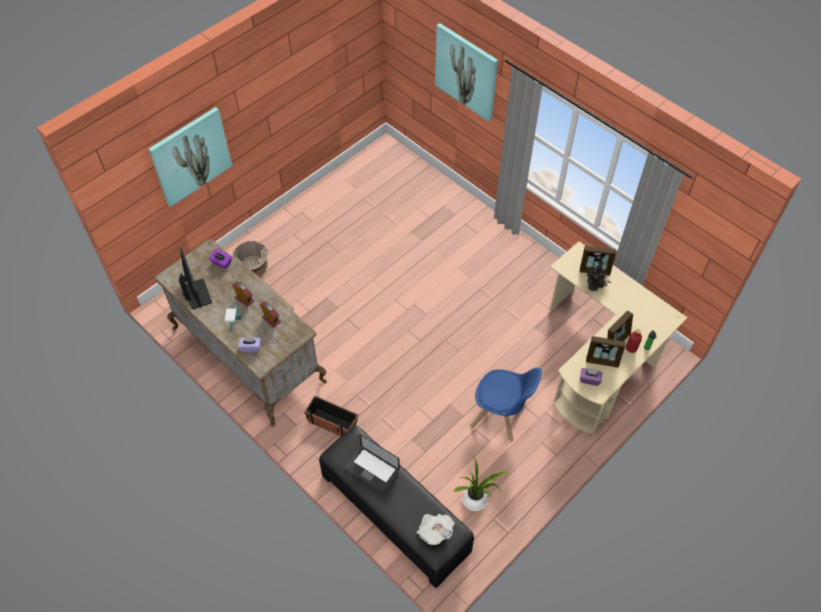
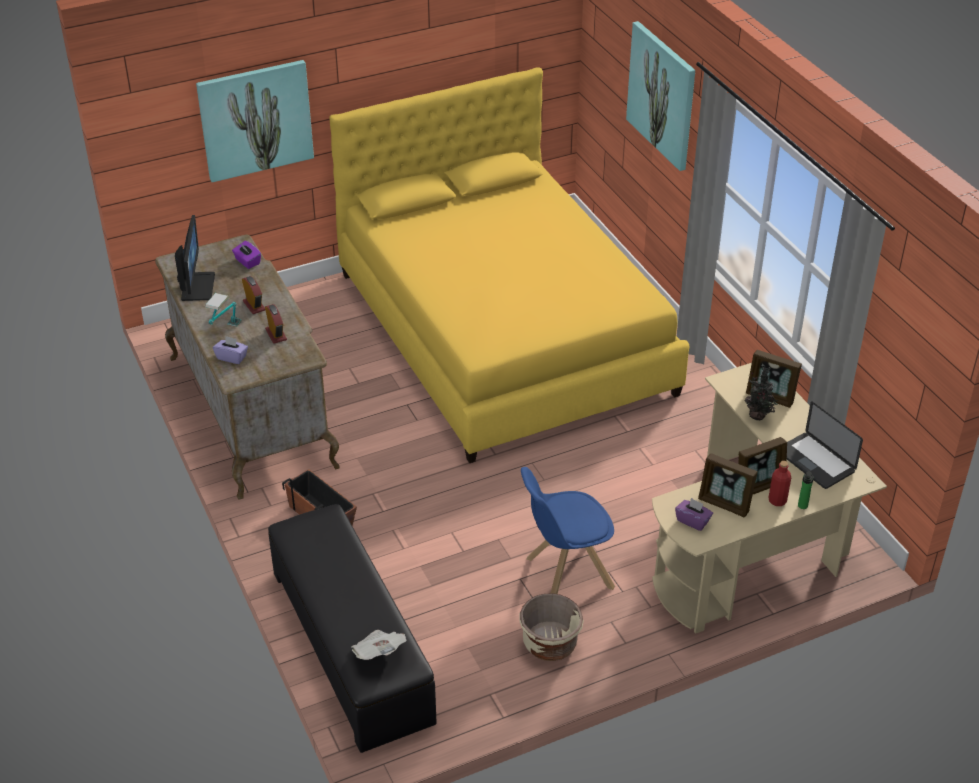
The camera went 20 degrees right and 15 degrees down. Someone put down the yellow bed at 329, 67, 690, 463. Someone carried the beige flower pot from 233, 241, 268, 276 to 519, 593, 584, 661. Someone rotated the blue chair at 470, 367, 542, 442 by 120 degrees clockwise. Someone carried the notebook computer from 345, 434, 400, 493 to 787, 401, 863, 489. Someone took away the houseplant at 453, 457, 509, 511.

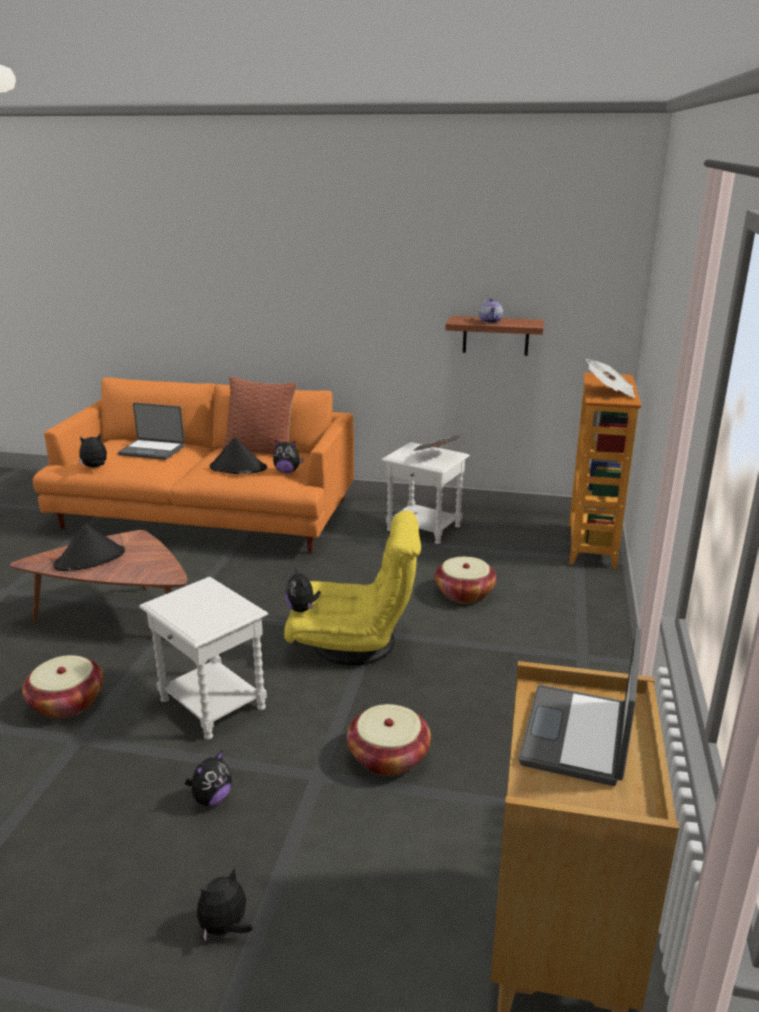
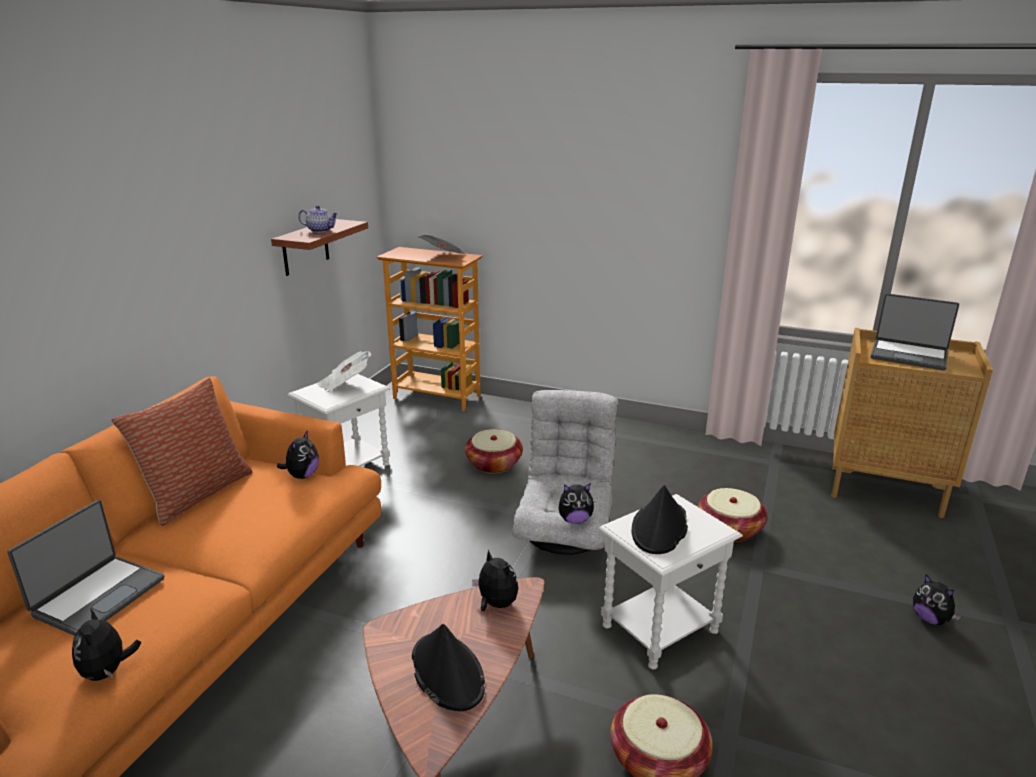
The camera went 80 degrees left and 0 degrees up. Someone carried the cuddly toy from 185, 750, 232, 806 to 472, 549, 518, 611. Someone repainted the yellow lounge chair at 284, 510, 421, 665, which became the greyish lounge chair at 512, 390, 619, 555. Someone carried the blackish hat from 210, 437, 267, 474 to 632, 485, 688, 554.

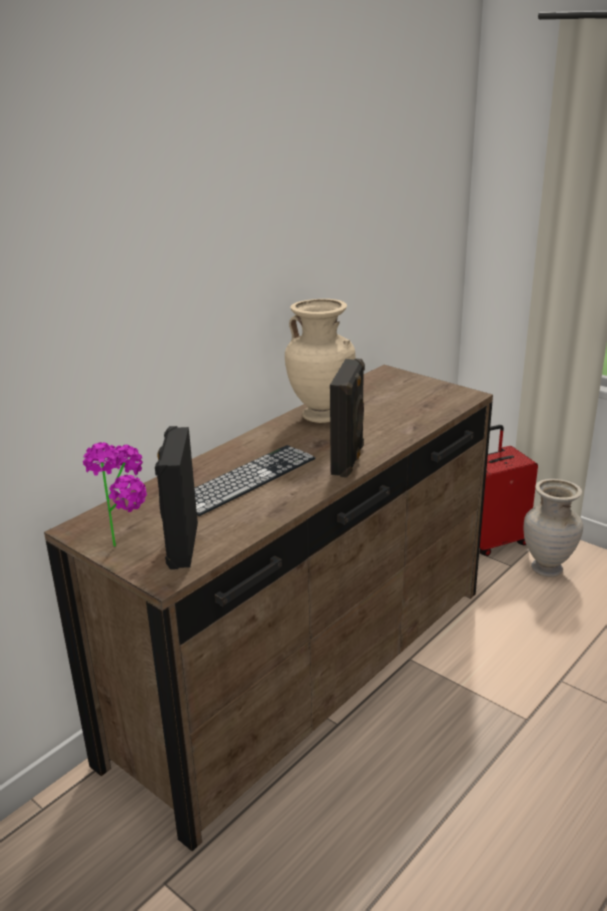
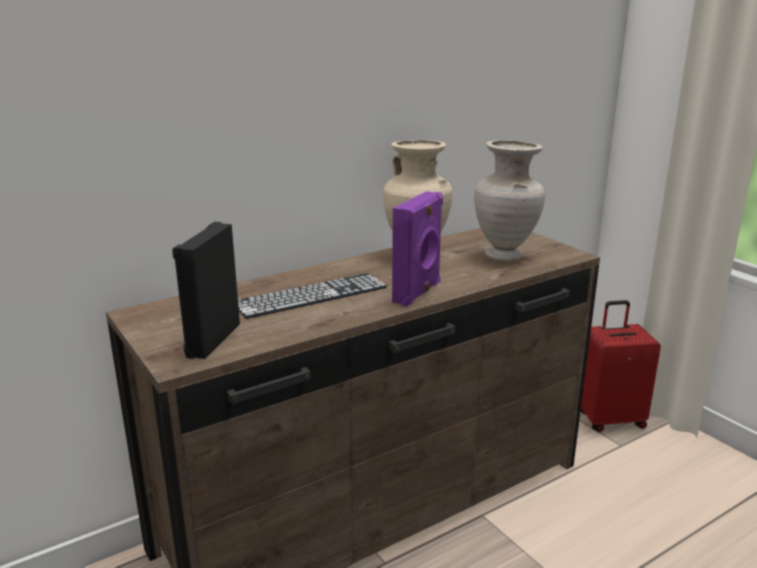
The camera went 15 degrees right and 5 degrees down. Someone repainted the blackish audio speaker at 330, 358, 365, 478, which became the purple-coloured audio speaker at 392, 191, 443, 307. Someone carried the beige decorative vase from 524, 479, 583, 577 to 474, 140, 545, 262. Someone took away the houseplant at 83, 442, 147, 547.

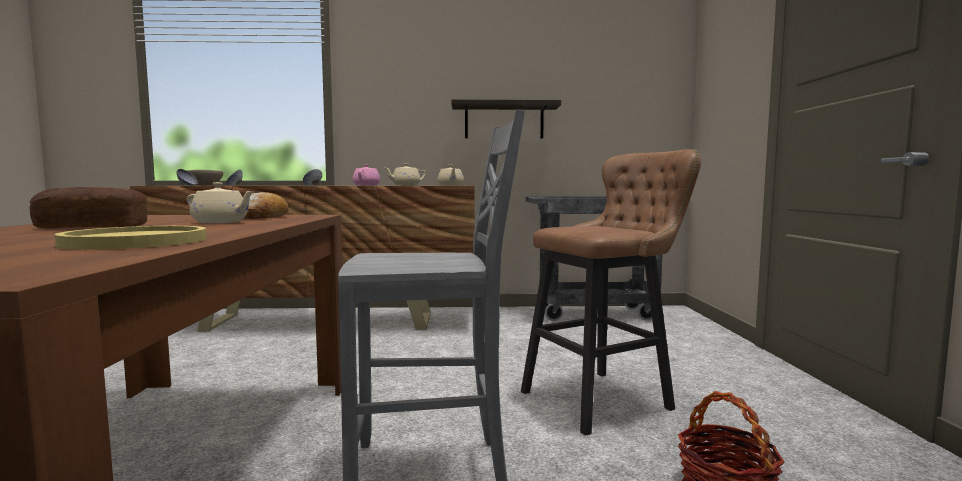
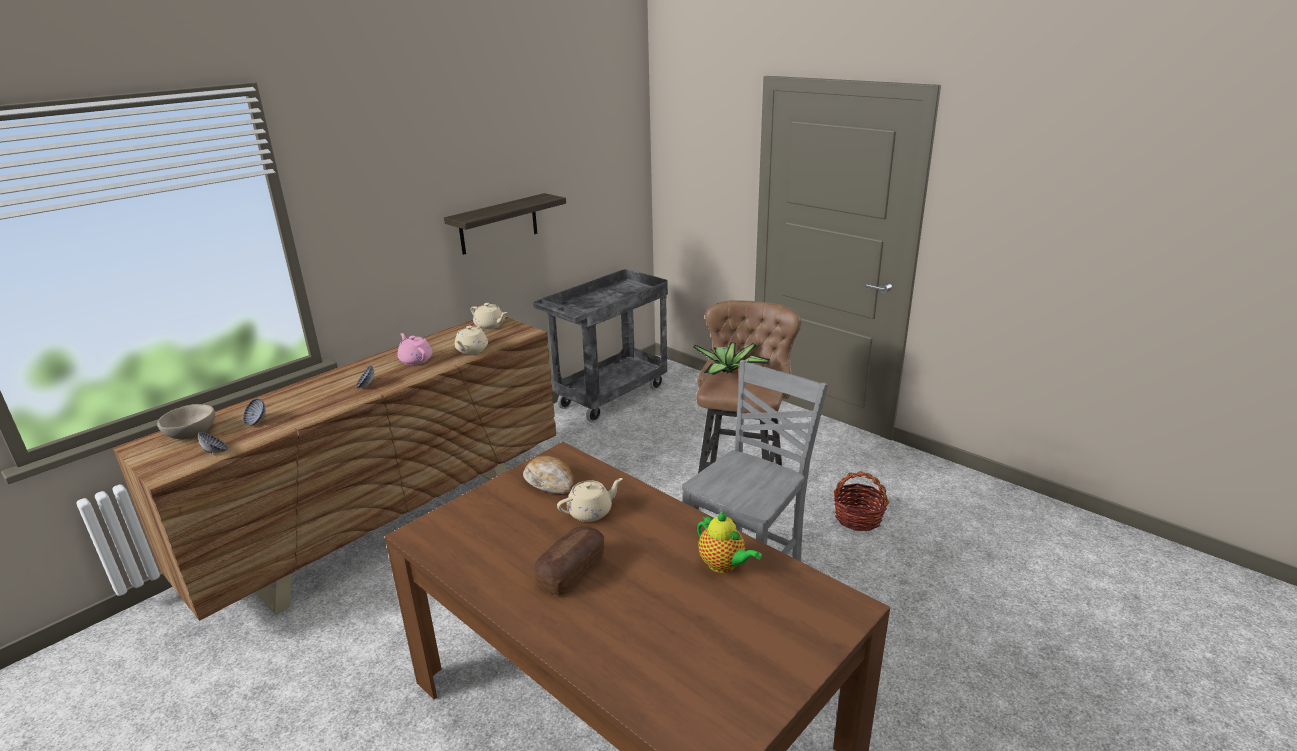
The camera went 45 degrees left and 20 degrees up. Someone put down the houseplant at 693, 342, 770, 375. Someone swapped the yellow flat dish at 55, 226, 206, 250 for the tea pot at 697, 512, 762, 573.

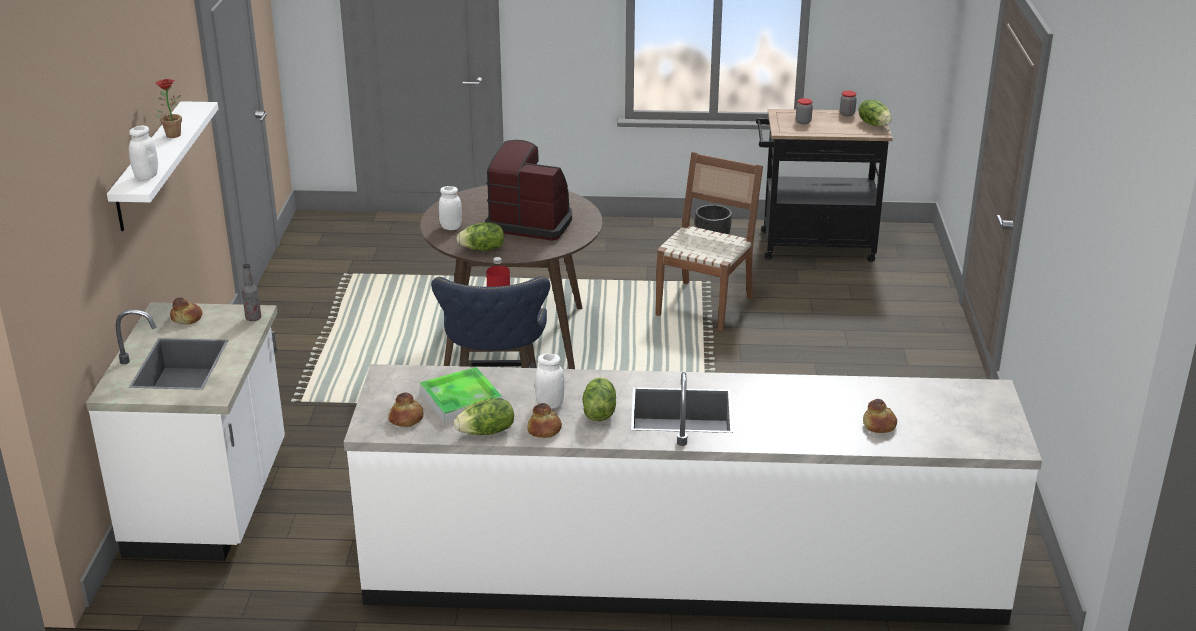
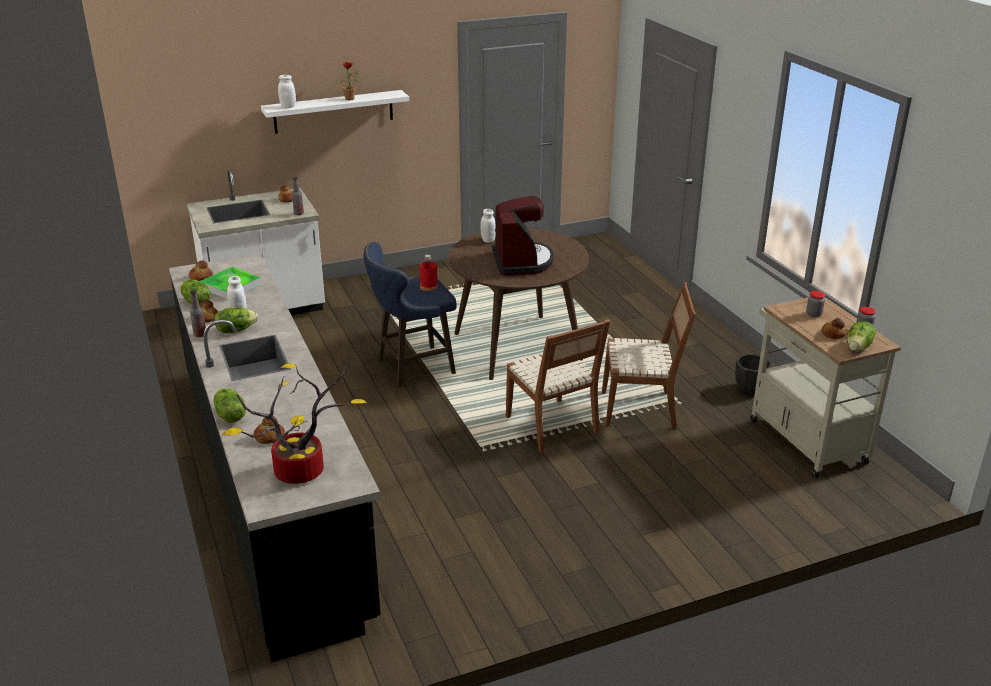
The camera went 65 degrees right and 0 degrees up. Someone repainted the white-coloured kitchen counter at 344, 364, 1042, 625, which became the blackish kitchen counter at 169, 254, 381, 662. Someone put down the beverage bottle at 190, 290, 206, 337. Someone carried the lettuce head from 456, 222, 504, 251 to 214, 388, 246, 423. Someone put down the houseplant at 222, 362, 367, 484. Someone put down the chair at 506, 319, 610, 453. Someone repainted the blackish wheeled cart at 756, 109, 893, 262, which became the beige wheeled cart at 750, 297, 901, 478. Someone put down the bread at 822, 318, 847, 339.

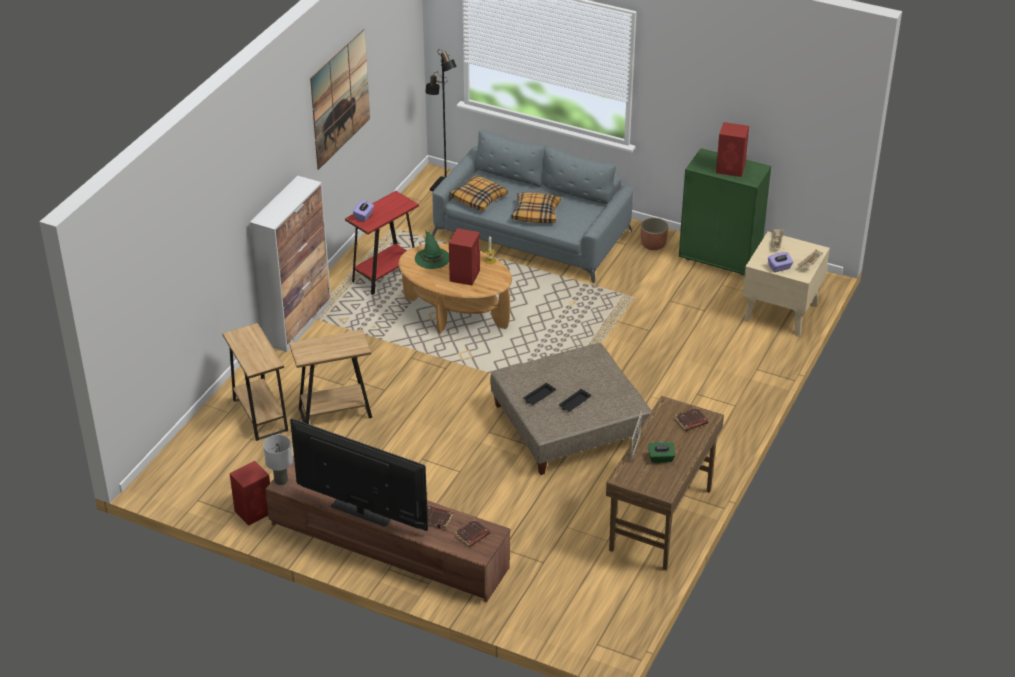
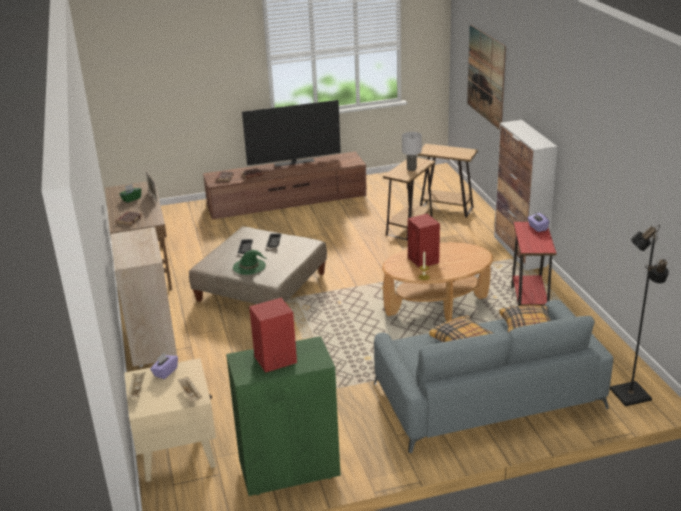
The camera went 140 degrees right and 10 degrees down. Someone put down the beige storage cabinet at 111, 227, 177, 367. Someone carried the green-coloured hat from 415, 231, 449, 269 to 233, 250, 267, 275. Someone carried the white-coloured table lamp from 263, 435, 293, 485 to 402, 132, 422, 171. Someone carried the wall art from 310, 29, 370, 170 to 467, 25, 506, 130. Someone took away the reddish audio speaker at 230, 461, 270, 526. Someone took away the flower pot at 641, 218, 668, 250.

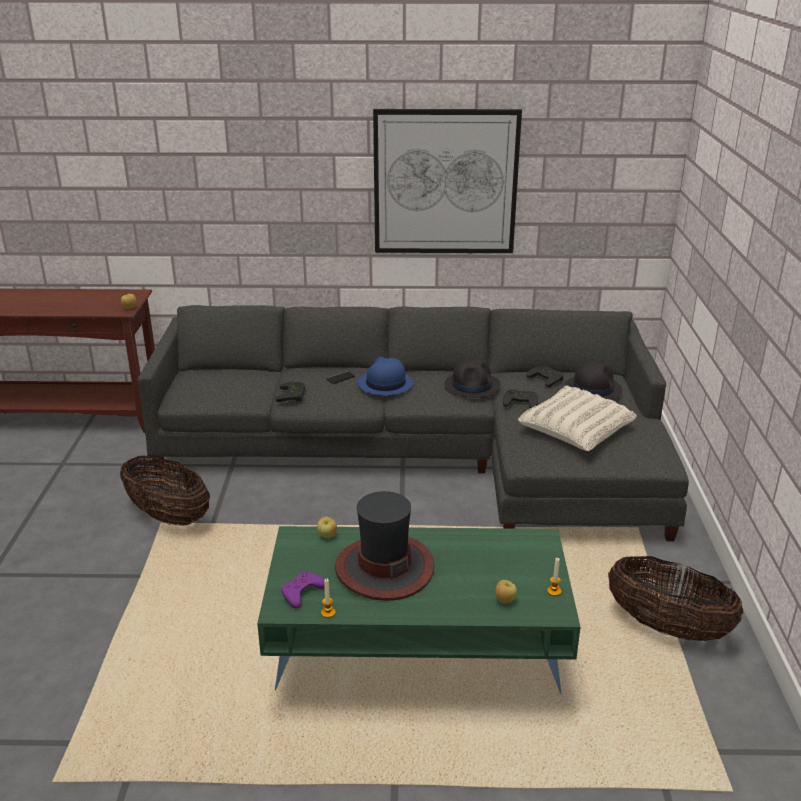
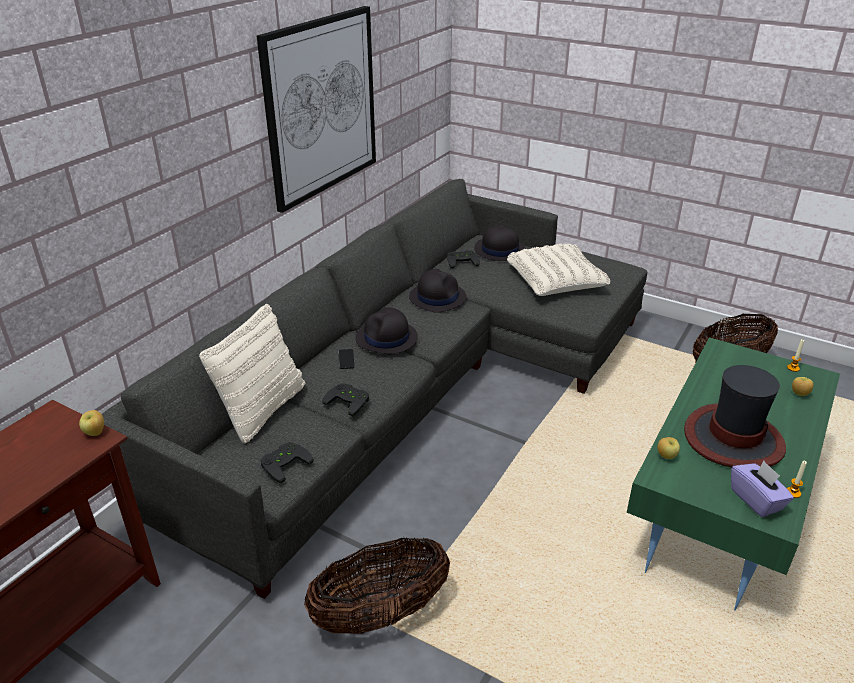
The camera went 60 degrees left and 5 degrees up. Someone put down the beige cushion at 199, 304, 306, 443. Someone carried the blackish game controller from 503, 389, 538, 408 to 260, 442, 314, 483. Someone repainted the blue hat at 358, 357, 413, 396, which became the blackish hat at 355, 307, 418, 354. Someone swapped the purple-coloured game controller at 282, 572, 325, 609 for the purple-coloured tissue holder at 731, 461, 794, 517.

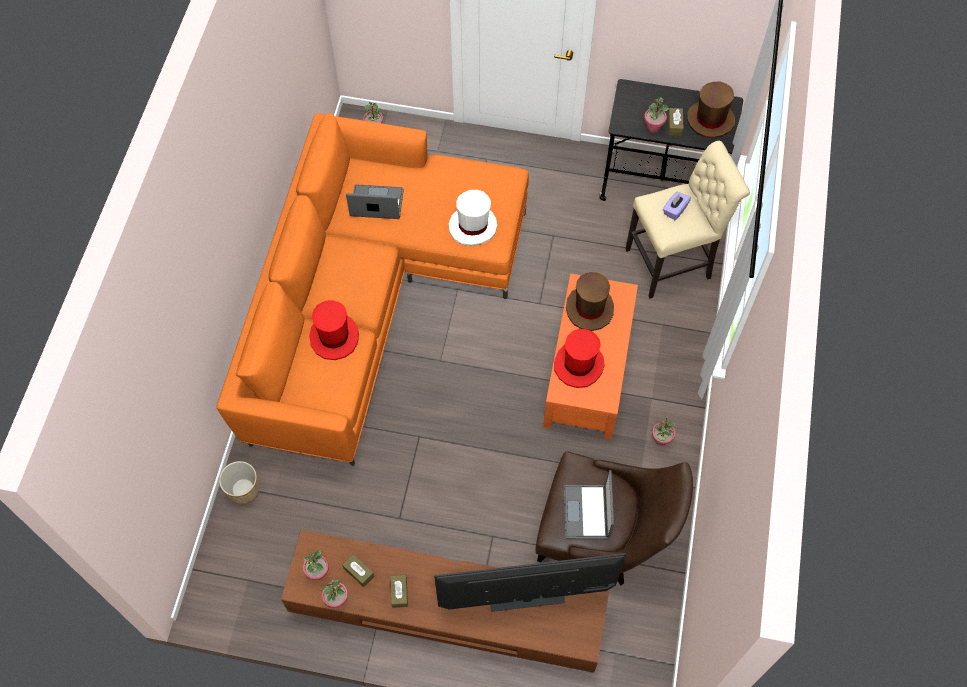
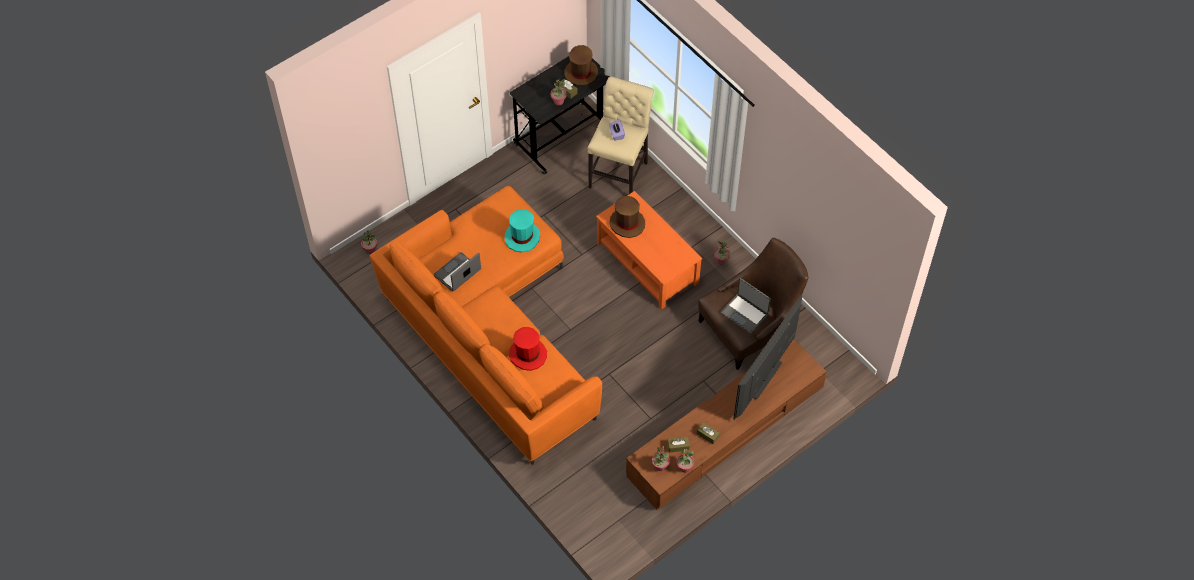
The camera went 50 degrees left and 5 degrees down. Someone repainted the white-coloured hat at 449, 190, 497, 246, which became the blue-green hat at 505, 209, 540, 252. Someone took away the flower pot at 219, 461, 259, 504. Someone took away the reddish hat at 554, 329, 605, 388.

